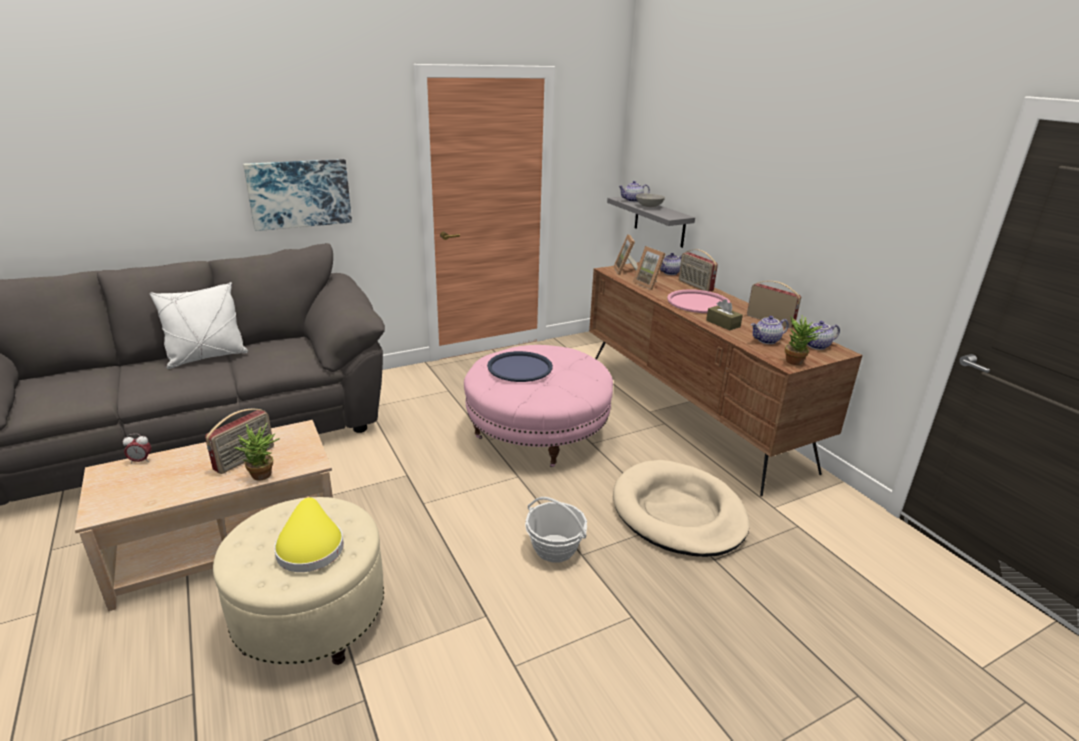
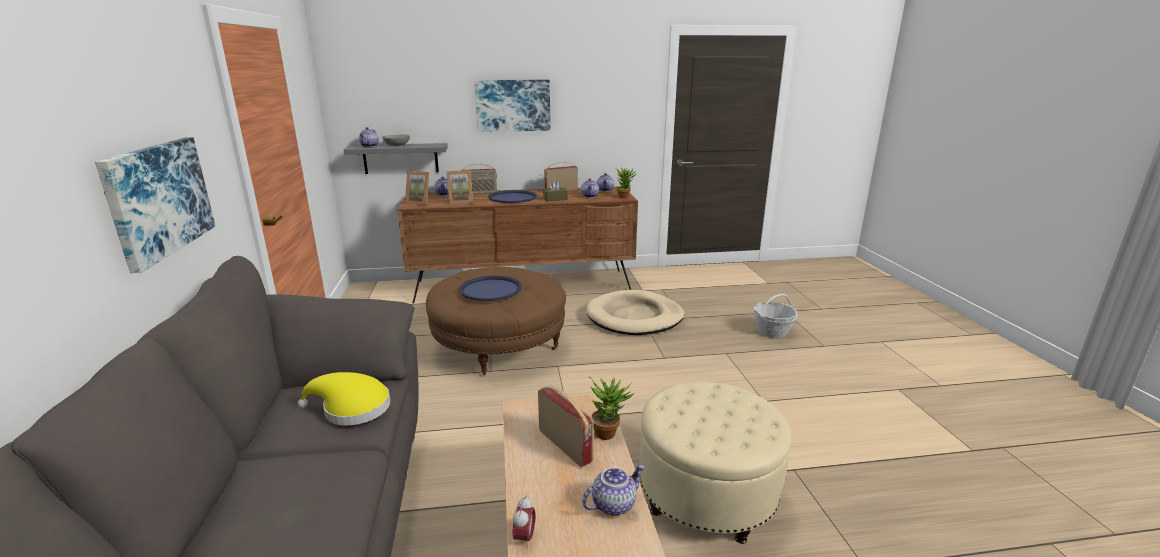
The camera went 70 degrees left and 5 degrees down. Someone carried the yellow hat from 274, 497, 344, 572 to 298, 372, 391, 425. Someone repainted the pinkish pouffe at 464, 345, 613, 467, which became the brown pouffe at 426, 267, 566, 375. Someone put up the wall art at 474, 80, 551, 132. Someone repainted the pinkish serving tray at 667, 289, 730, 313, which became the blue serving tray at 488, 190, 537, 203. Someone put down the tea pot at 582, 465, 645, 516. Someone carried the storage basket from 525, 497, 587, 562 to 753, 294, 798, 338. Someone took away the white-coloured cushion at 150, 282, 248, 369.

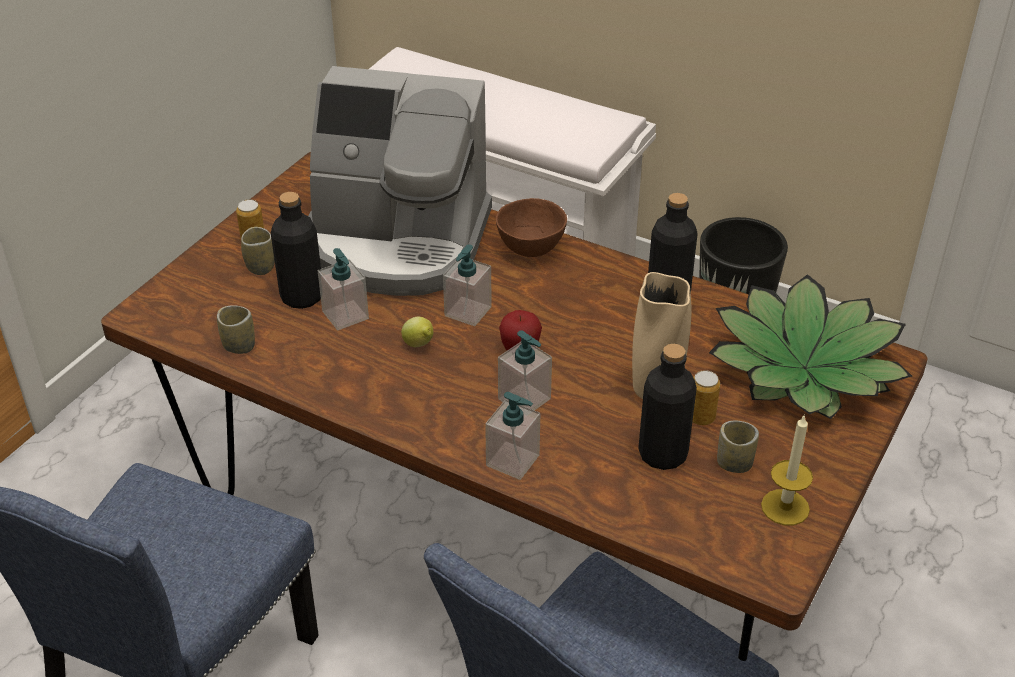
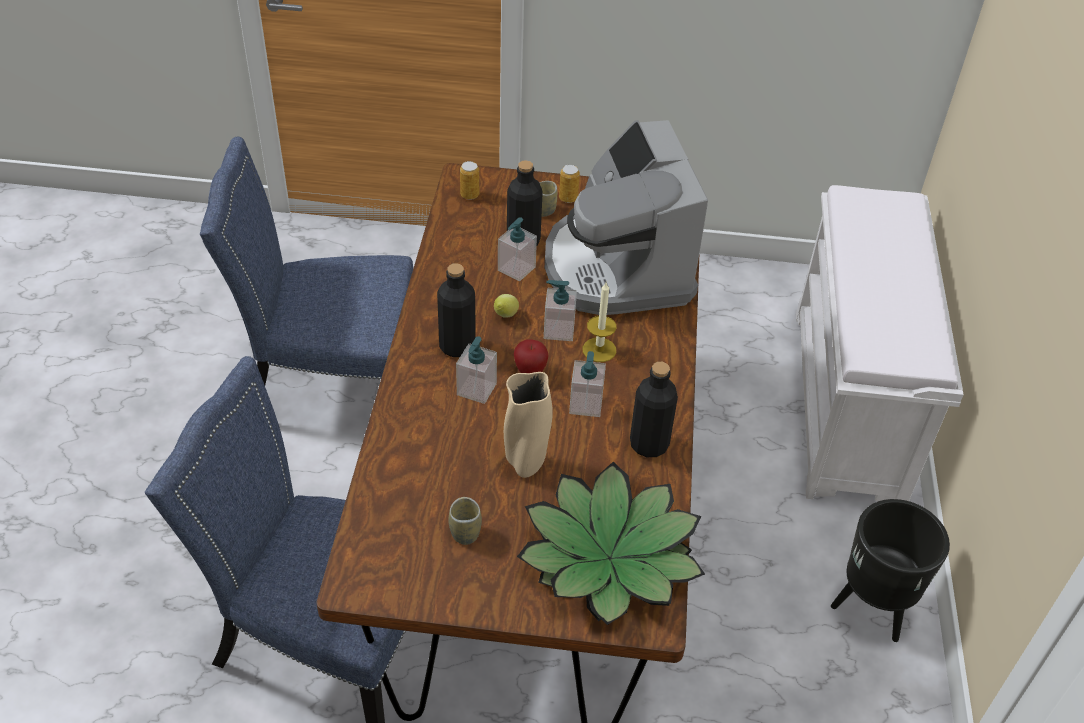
The camera went 65 degrees right and 5 degrees up. Someone carried the blackish beverage bottle from 638, 344, 697, 470 to 437, 263, 476, 357. Someone carried the sealed can from 692, 370, 720, 425 to 460, 161, 479, 200. Someone carried the soap bottle from 485, 392, 540, 480 to 569, 351, 606, 417. Someone carried the wax light from 761, 414, 813, 525 to 582, 282, 616, 362. Someone took away the drinking cup at 217, 305, 255, 354. Someone took away the brown deep dish at 496, 198, 567, 257.

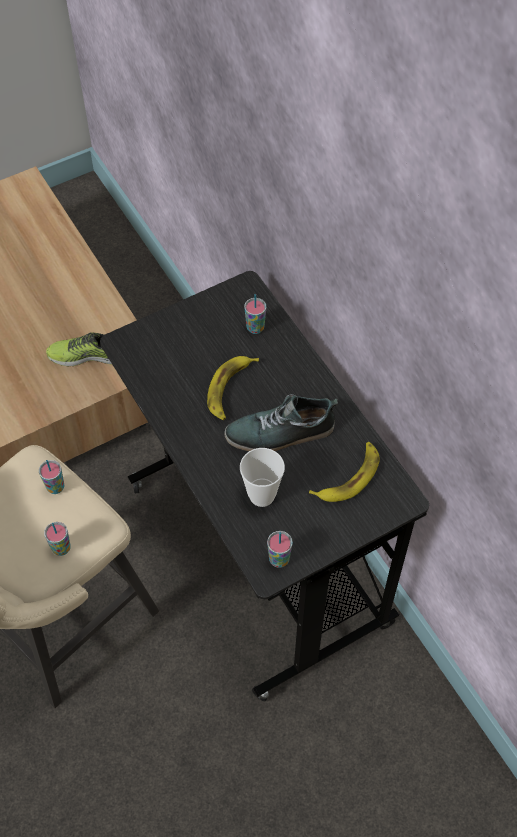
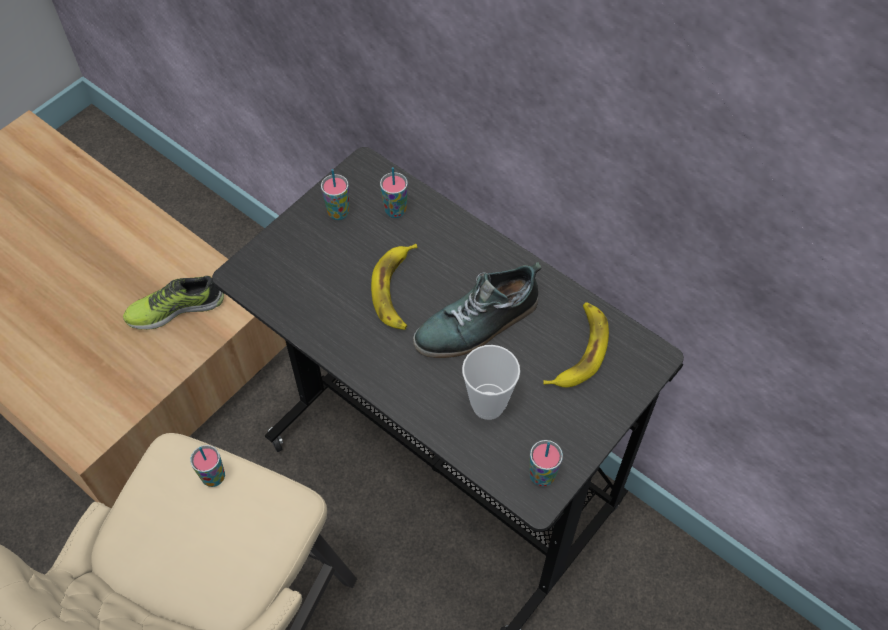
The camera went 20 degrees left and 0 degrees up. Someone carried the drinking cup from 44, 522, 71, 556 to 321, 169, 349, 220.

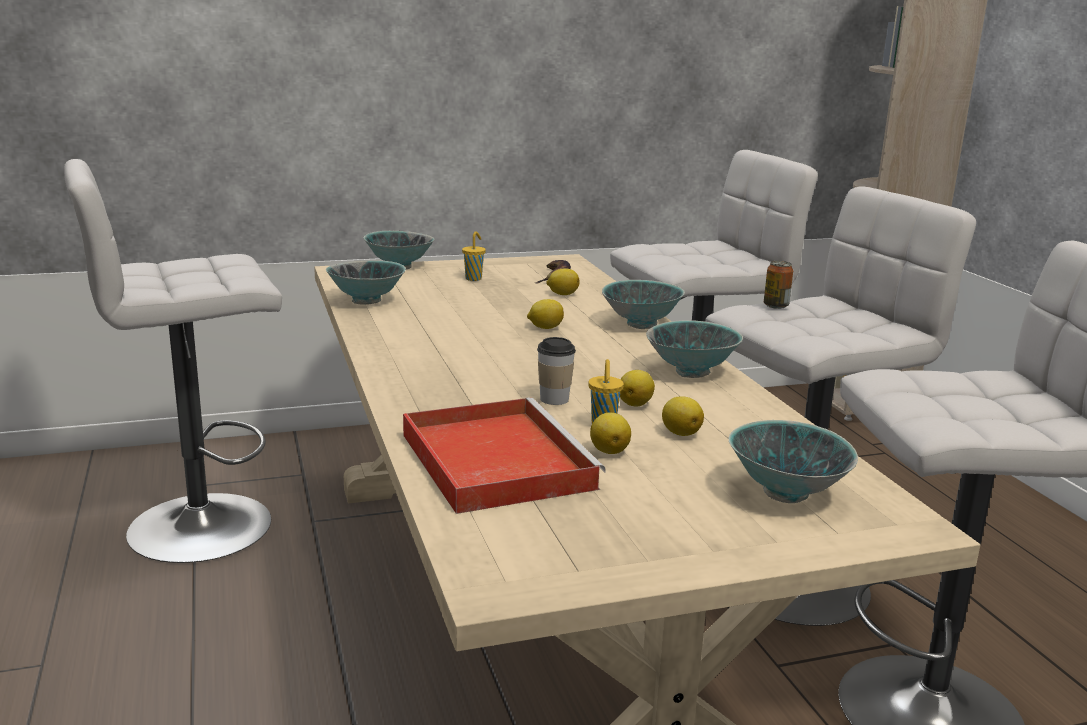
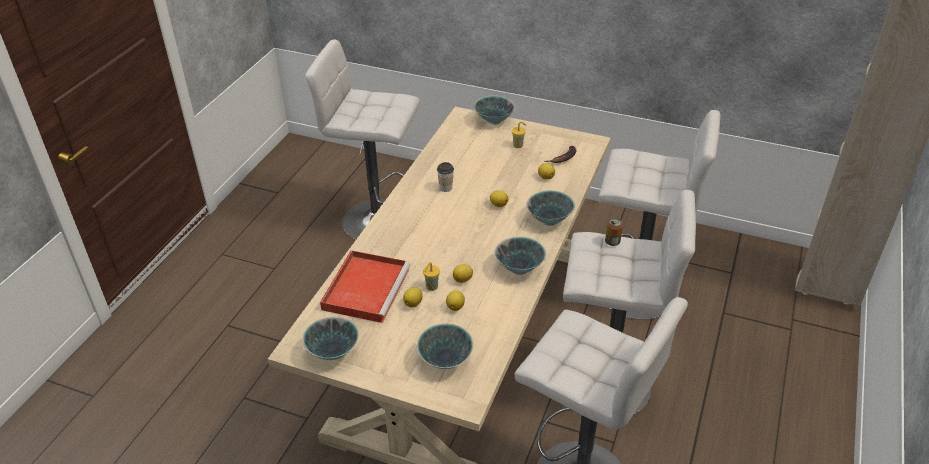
The camera went 40 degrees right and 20 degrees up. Someone carried the deep dish from 326, 260, 406, 304 to 303, 317, 359, 360. Someone carried the drinking cup from 537, 337, 576, 405 to 437, 162, 454, 192.

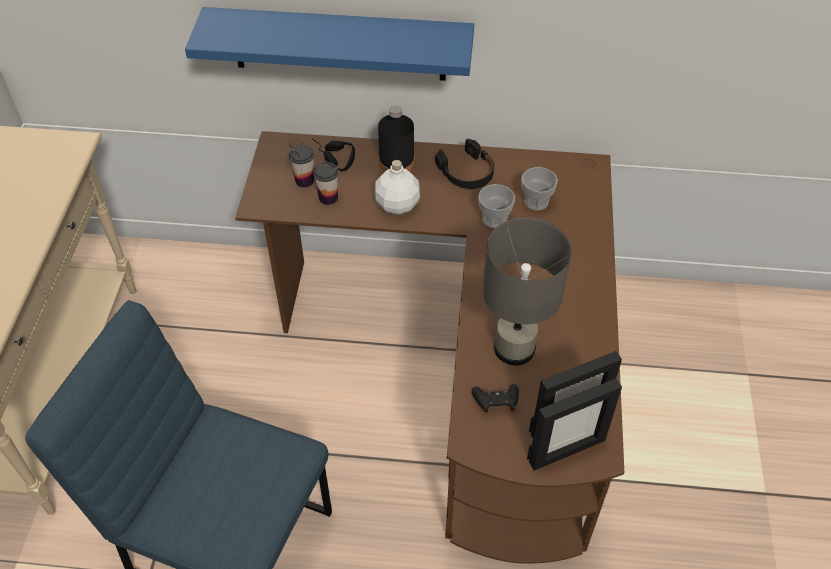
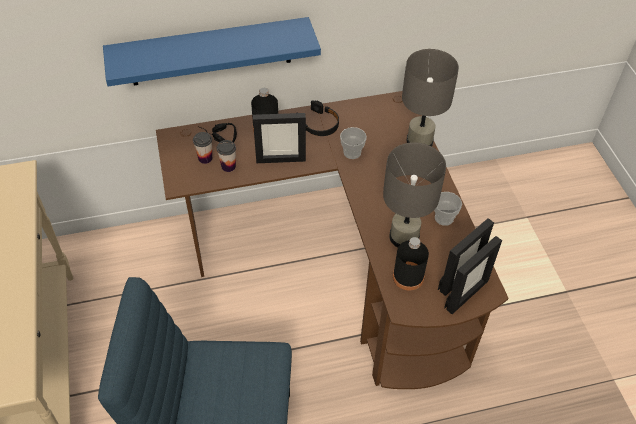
The camera went 20 degrees left and 0 degrees up. Someone swapped the white-coloured beverage bottle at 375, 160, 420, 215 for the photo frame at 253, 113, 306, 163. Someone swapped the blackish game controller at 472, 384, 519, 413 for the blackish beverage bottle at 393, 237, 429, 291. Someone put down the greyish table lamp at 402, 49, 459, 146. Someone carried the drinking cup from 521, 167, 558, 210 to 434, 192, 462, 226.

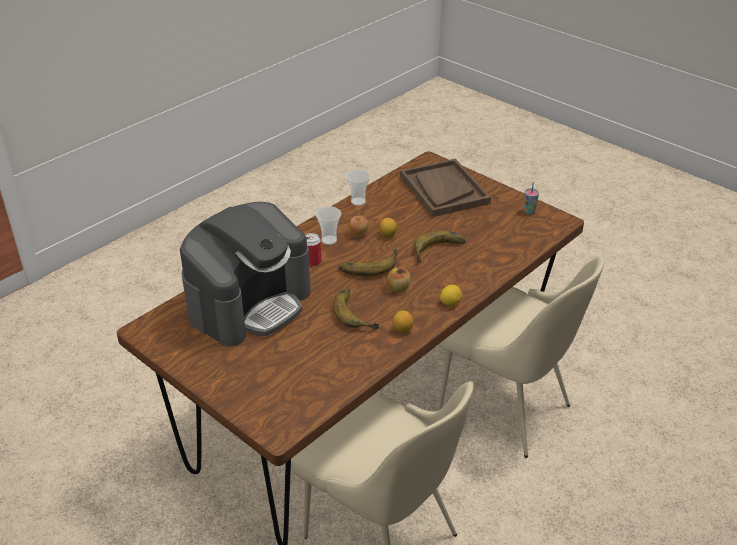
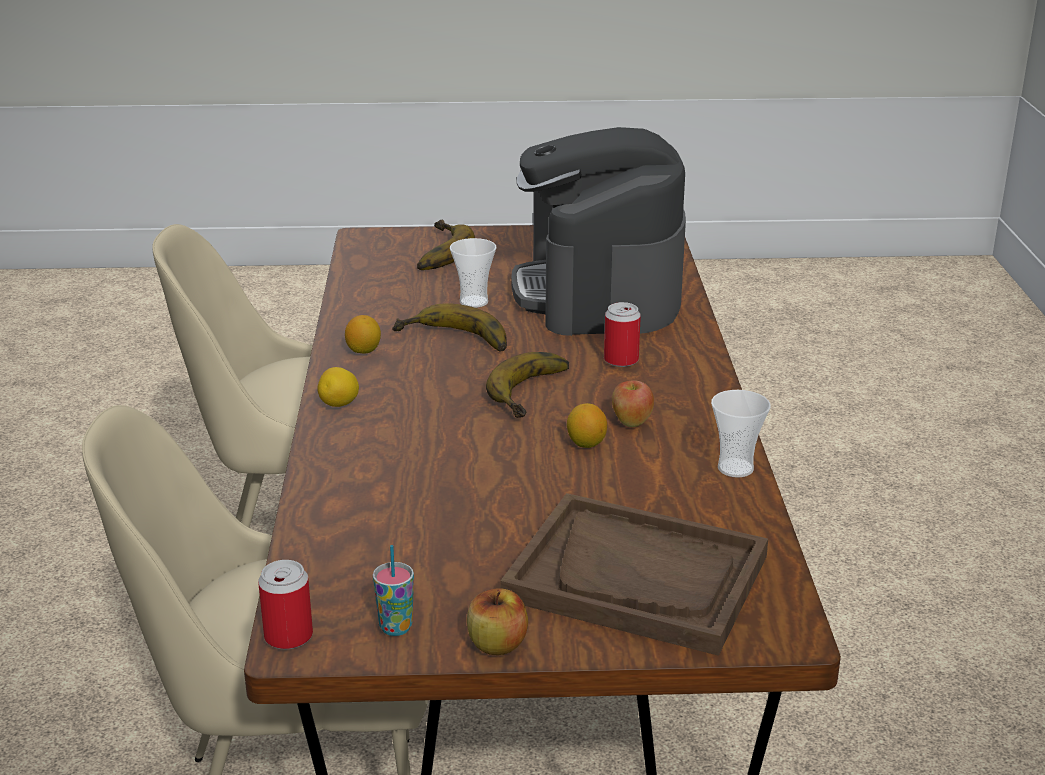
The camera went 135 degrees right and 10 degrees down. Someone put down the sealed can at 258, 560, 313, 649. Someone carried the banana from 413, 230, 465, 263 to 417, 220, 475, 270. Someone carried the drinking cup from 316, 206, 341, 245 to 450, 238, 497, 308. Someone carried the apple from 387, 267, 411, 292 to 467, 588, 528, 655.

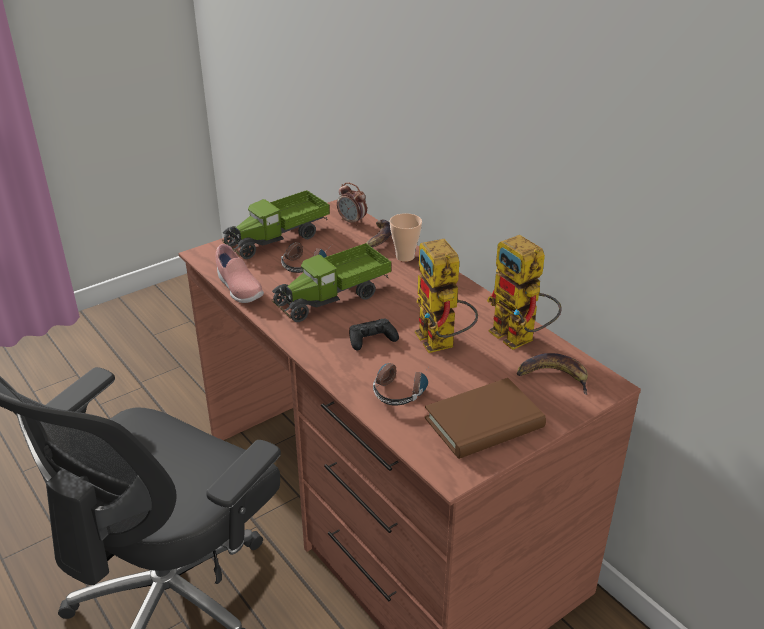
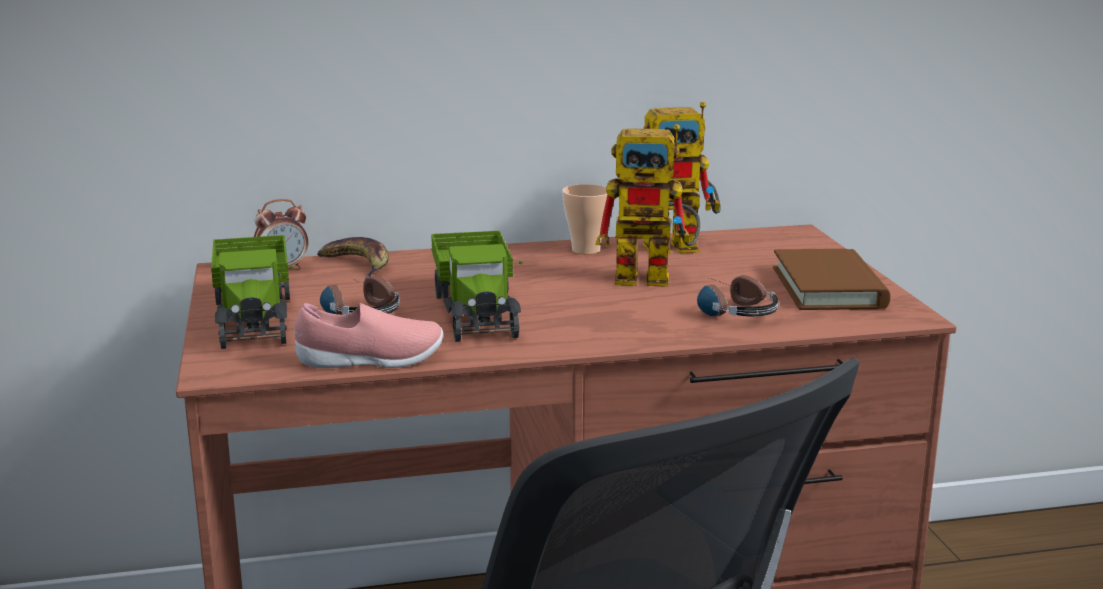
The camera went 65 degrees left and 15 degrees down. Someone carried the drinking cup from 390, 213, 422, 262 to 562, 184, 608, 254. Someone took away the blackish game controller at 349, 319, 399, 351. Someone took away the banana at 517, 353, 588, 395.

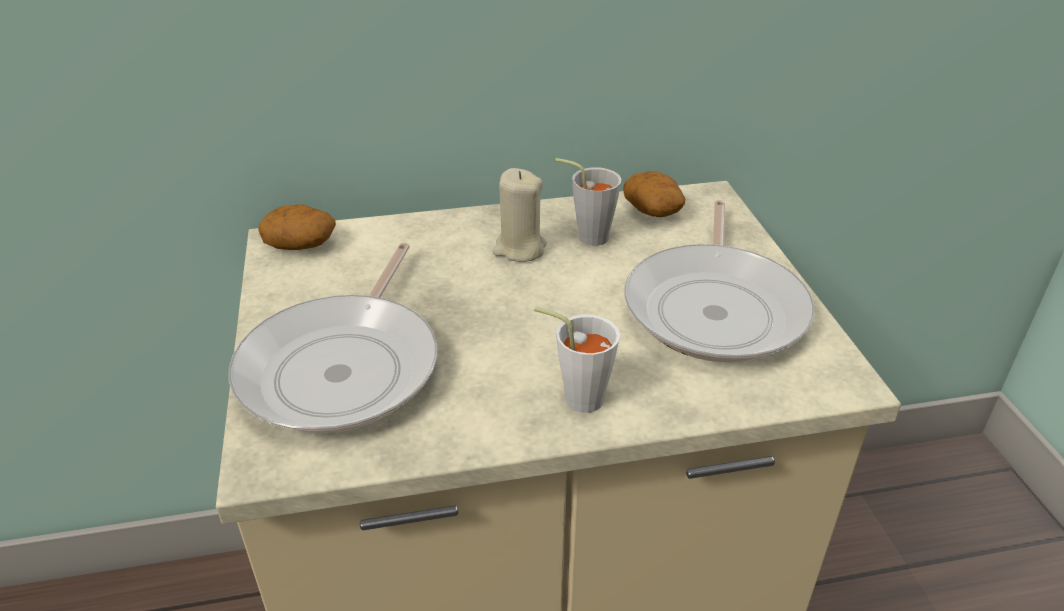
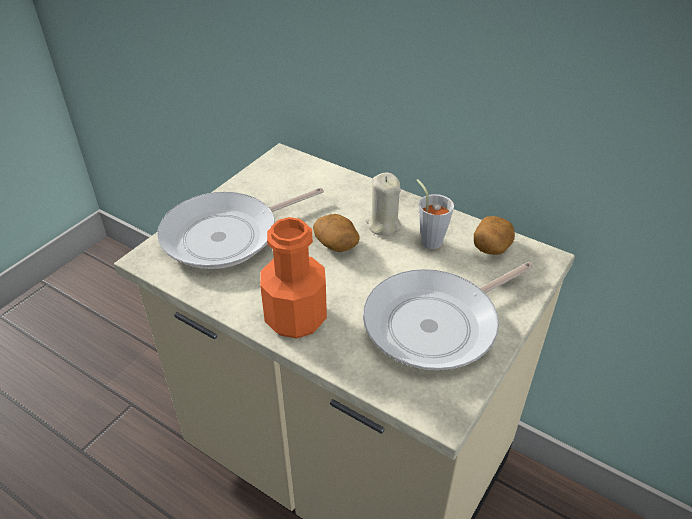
The camera went 45 degrees right and 5 degrees up. Someone swapped the white-coloured drinking cup at 534, 307, 620, 413 for the orange-coloured beverage bottle at 260, 217, 327, 339. Someone carried the potato from 258, 204, 336, 250 to 313, 214, 360, 252.

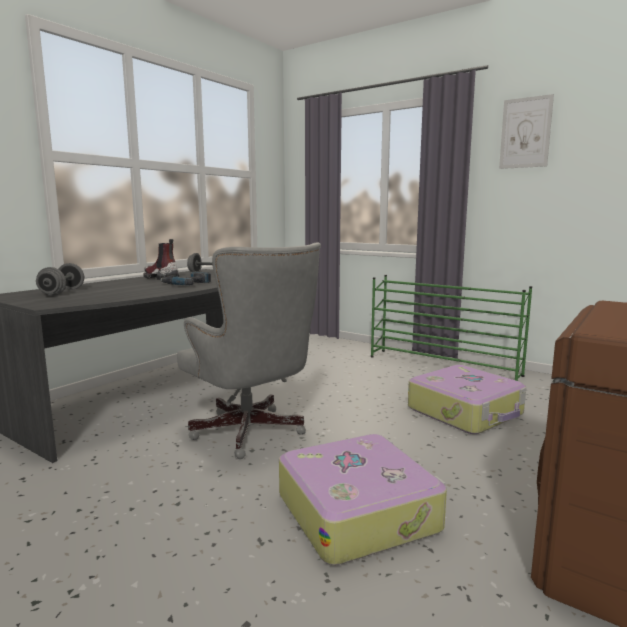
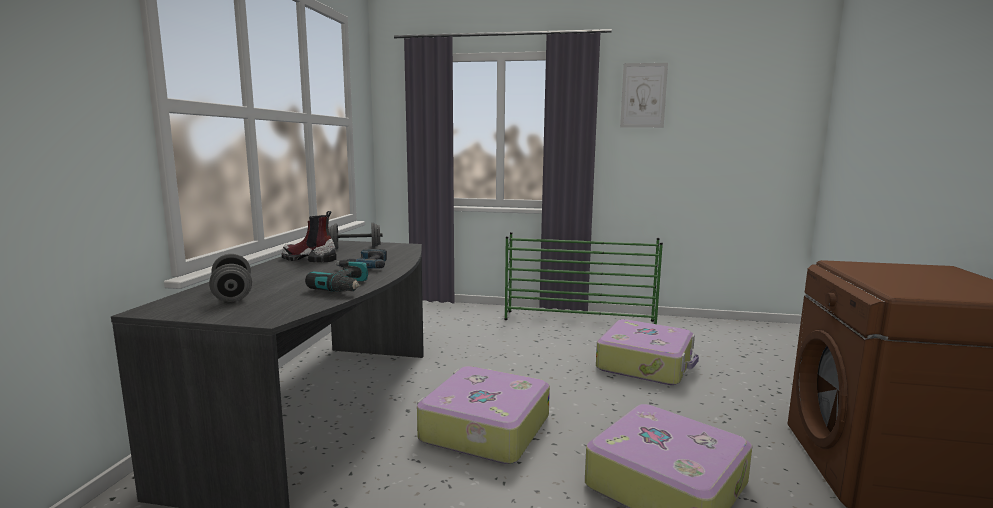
The camera went 25 degrees left and 0 degrees up. Someone put down the drill at 305, 261, 368, 292. Someone swapped the greyish desk chair at 177, 242, 321, 459 for the suitcase at 417, 366, 550, 464.

